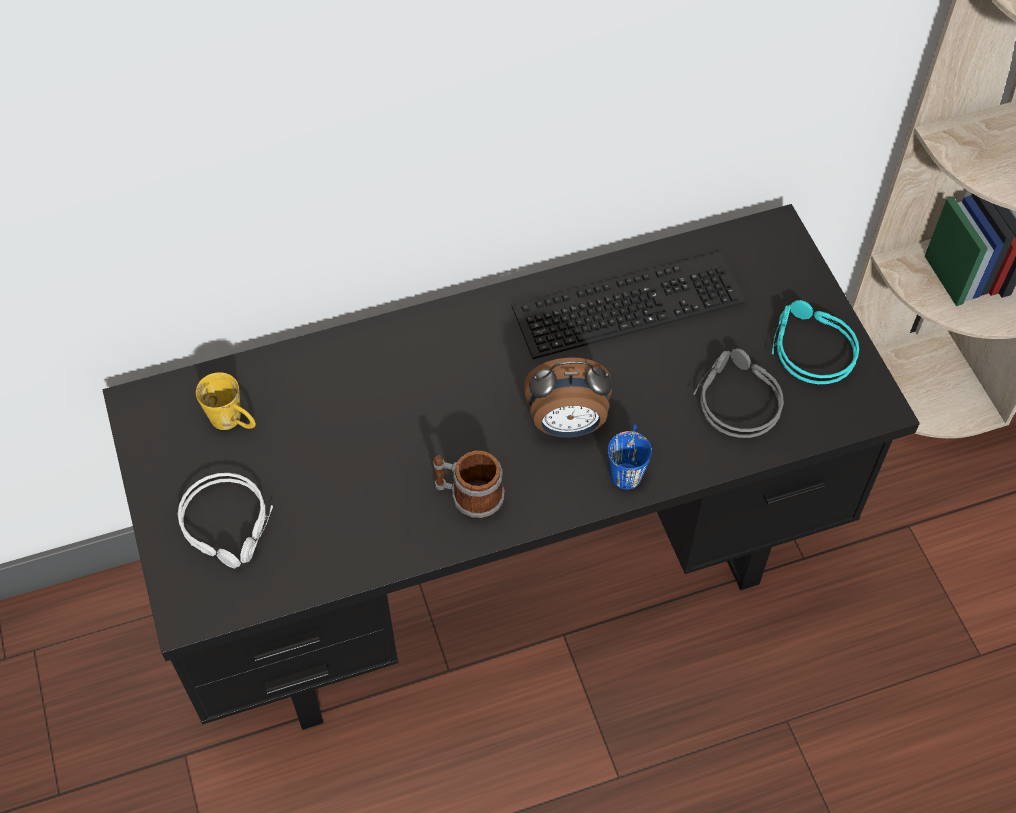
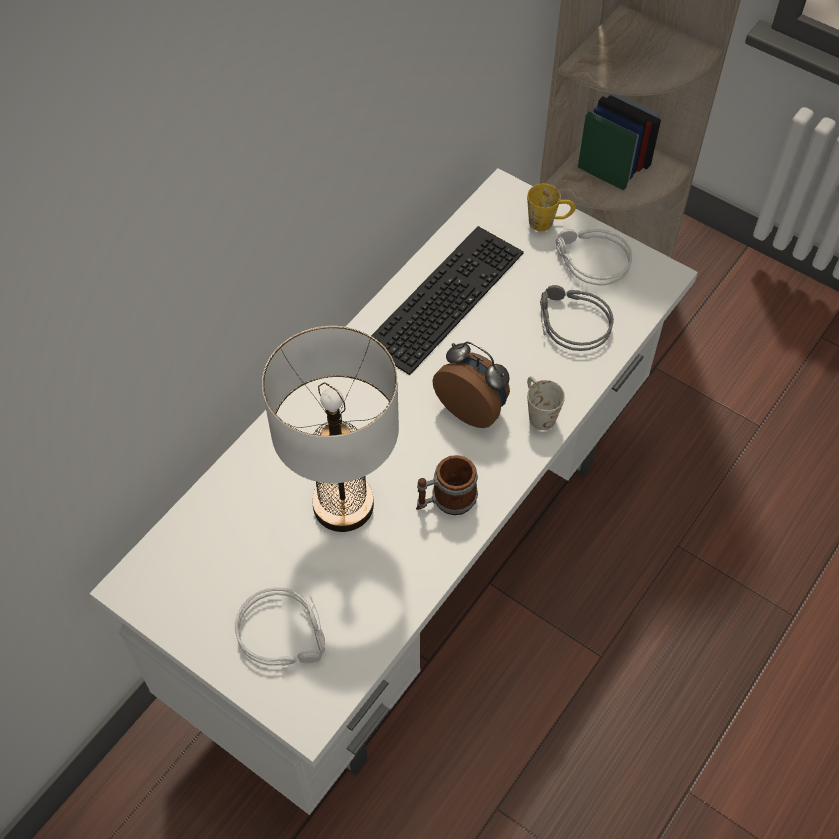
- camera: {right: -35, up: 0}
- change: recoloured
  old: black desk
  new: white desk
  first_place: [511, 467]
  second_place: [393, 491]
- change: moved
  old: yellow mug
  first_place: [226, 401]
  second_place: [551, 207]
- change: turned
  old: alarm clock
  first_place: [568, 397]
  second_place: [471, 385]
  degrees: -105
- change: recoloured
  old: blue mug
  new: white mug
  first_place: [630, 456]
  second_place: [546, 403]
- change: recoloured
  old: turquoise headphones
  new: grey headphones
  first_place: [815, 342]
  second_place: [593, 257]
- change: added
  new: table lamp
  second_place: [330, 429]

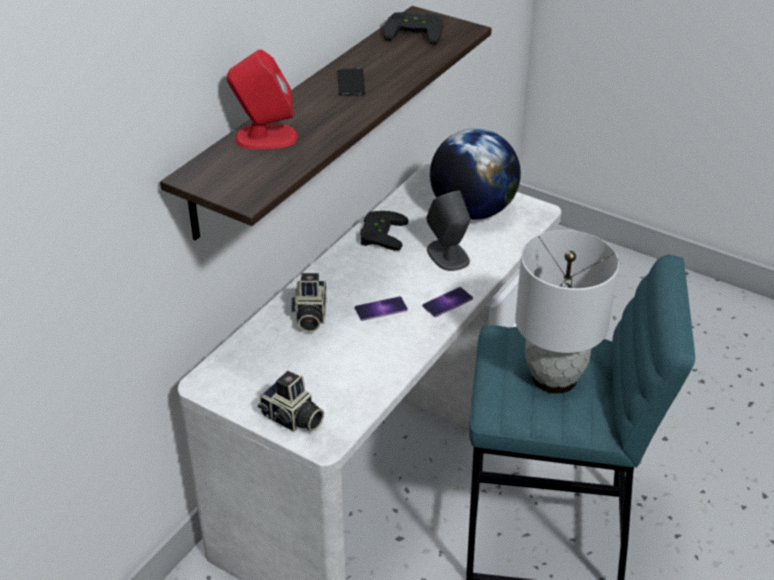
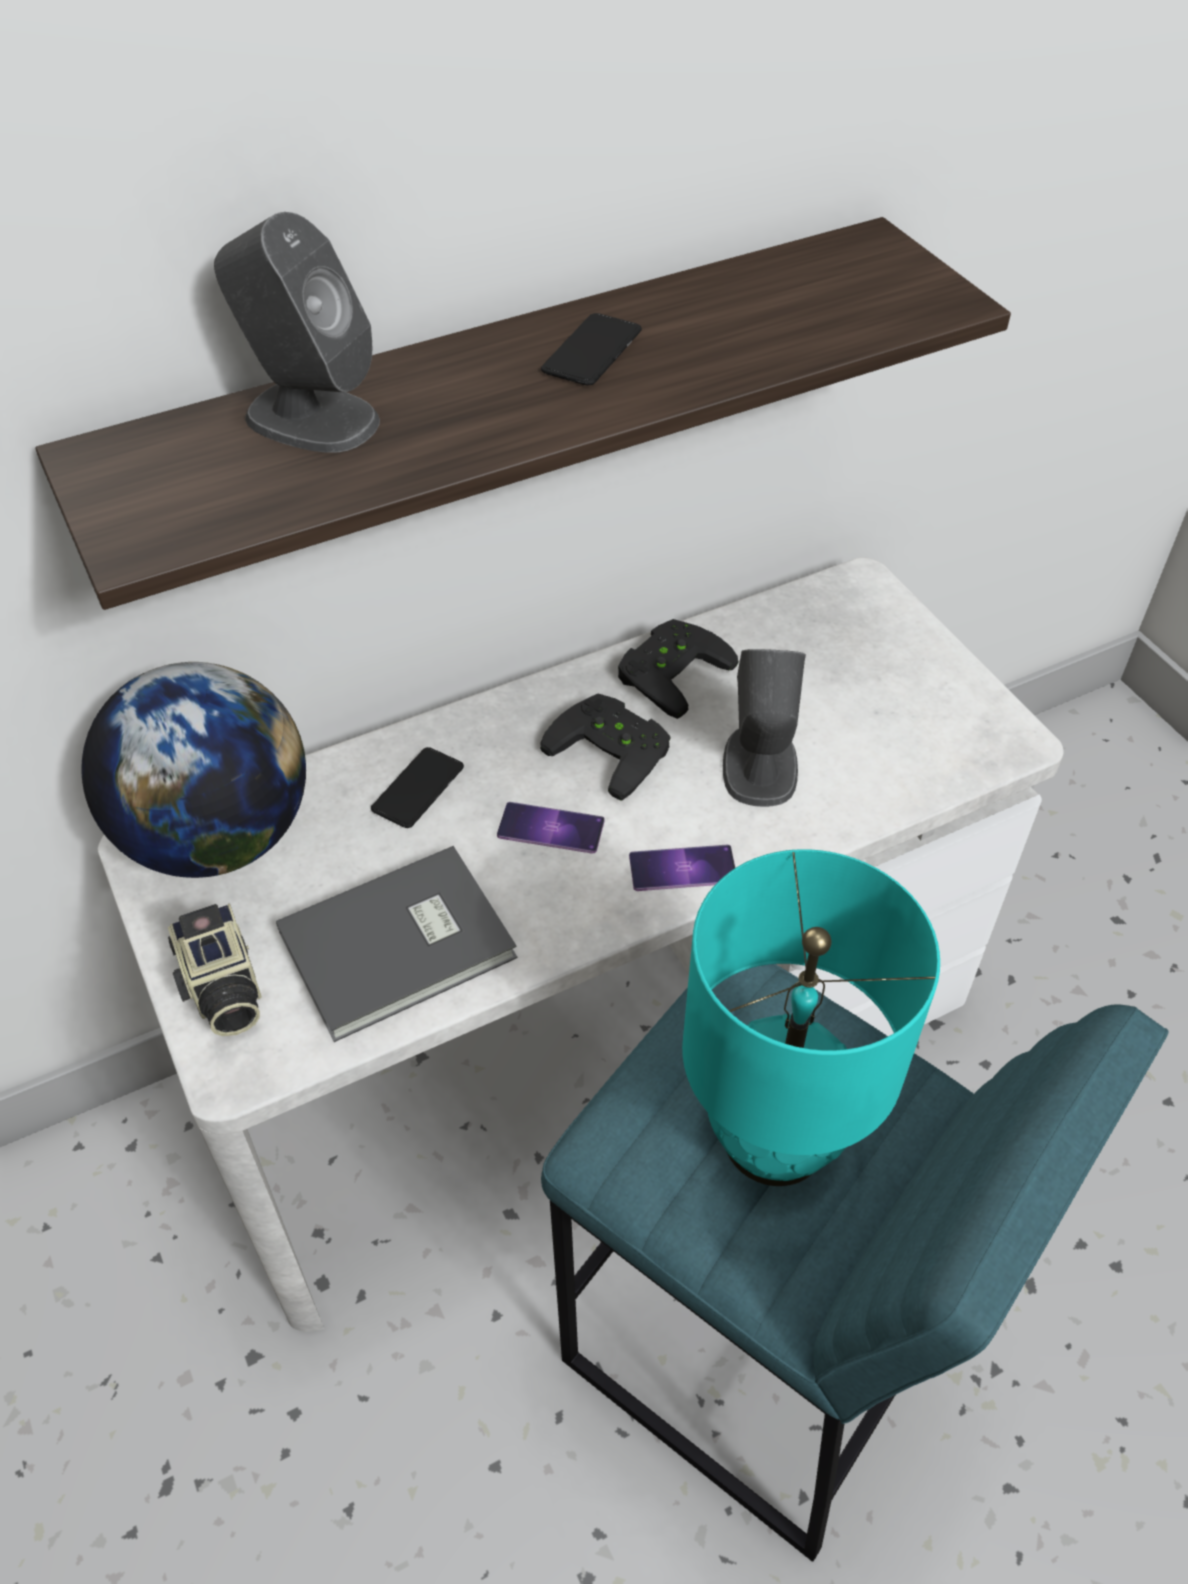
- camera: {right: 30, up: 10}
- change: recoloured
  old: red speaker
  new: grey speaker
  first_place: [262, 99]
  second_place: [297, 332]
- change: replaced
  old: photo camera
  new: phone
  first_place: [309, 302]
  second_place: [417, 787]
- change: moved
  old: black game controller
  first_place: [413, 28]
  second_place: [605, 747]
- change: moved
  old: globe
  first_place: [475, 173]
  second_place: [193, 770]
- change: recoloured
  old: white table lamp
  new: turquoise table lamp
  first_place: [567, 311]
  second_place: [811, 1017]
- change: added
  new: grey book
  second_place: [396, 944]

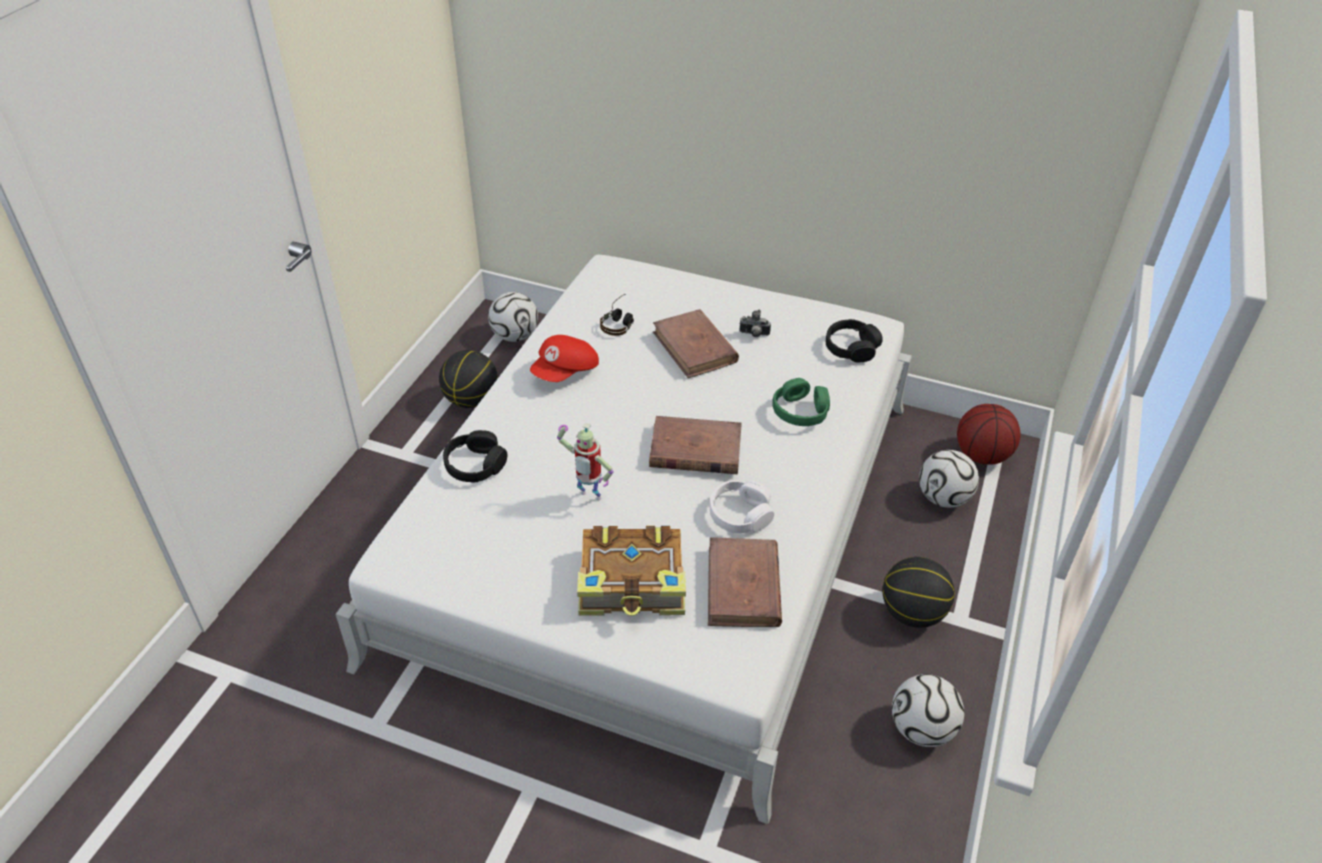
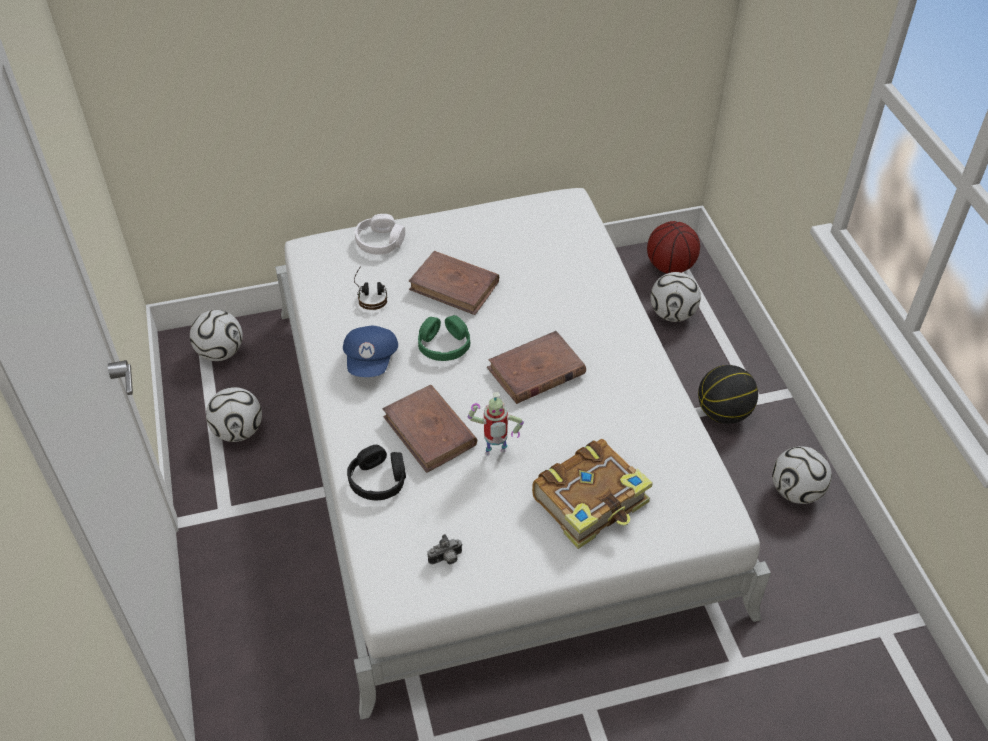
- camera: {right: -35, up: 5}
- change: replaced
  old: basketball
  new: football
  first_place: [468, 379]
  second_place: [234, 414]
- change: recoloured
  old: red cap
  new: blue cap
  first_place: [564, 358]
  second_place: [370, 351]
- change: moved
  old: brown book
  first_place: [745, 582]
  second_place: [429, 429]
- change: moved
  old: white headphones
  first_place: [742, 507]
  second_place: [380, 234]
- change: moved
  old: photo camera
  first_place: [755, 323]
  second_place: [445, 549]
- change: moved
  old: green headphones
  first_place: [801, 402]
  second_place: [444, 338]
- change: removed
  old: black headphones
  first_place: [854, 340]

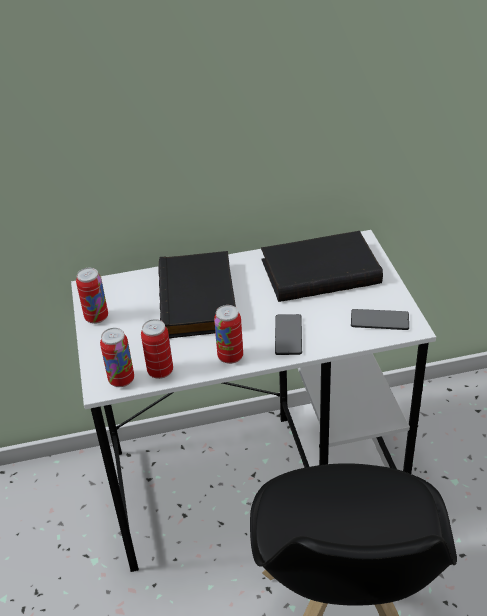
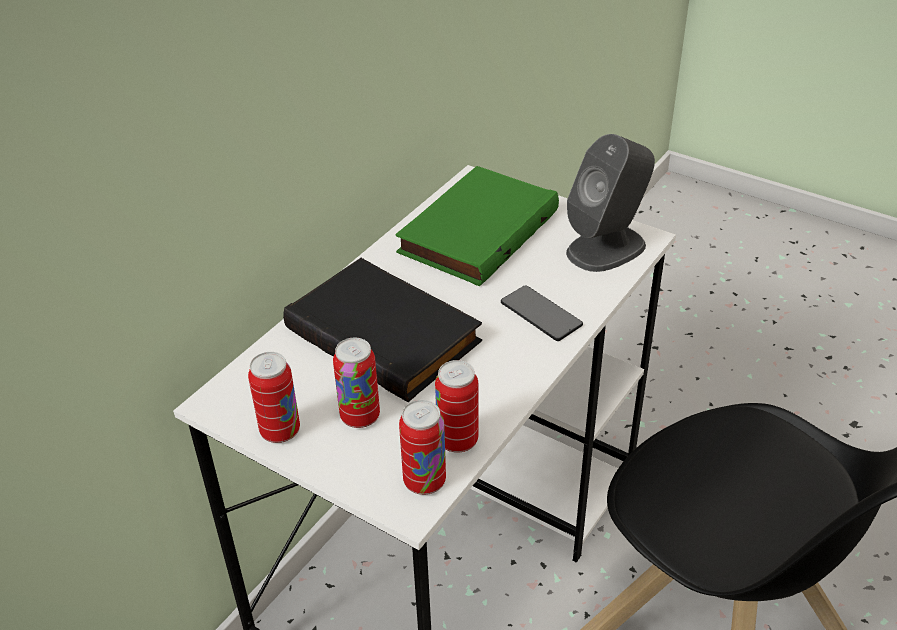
- camera: {right: -45, up: 0}
- change: moved
  old: can
  first_place: [228, 334]
  second_place: [356, 383]
- change: recoloured
  old: black book
  new: green book
  first_place: [322, 266]
  second_place: [477, 226]
- change: replaced
  old: phone
  new: grey speaker
  first_place: [380, 319]
  second_place: [610, 203]

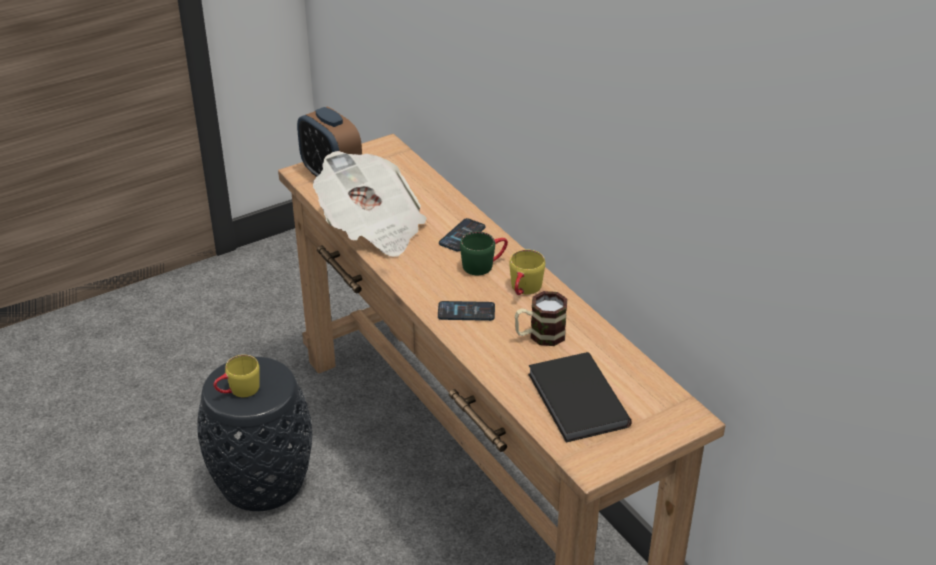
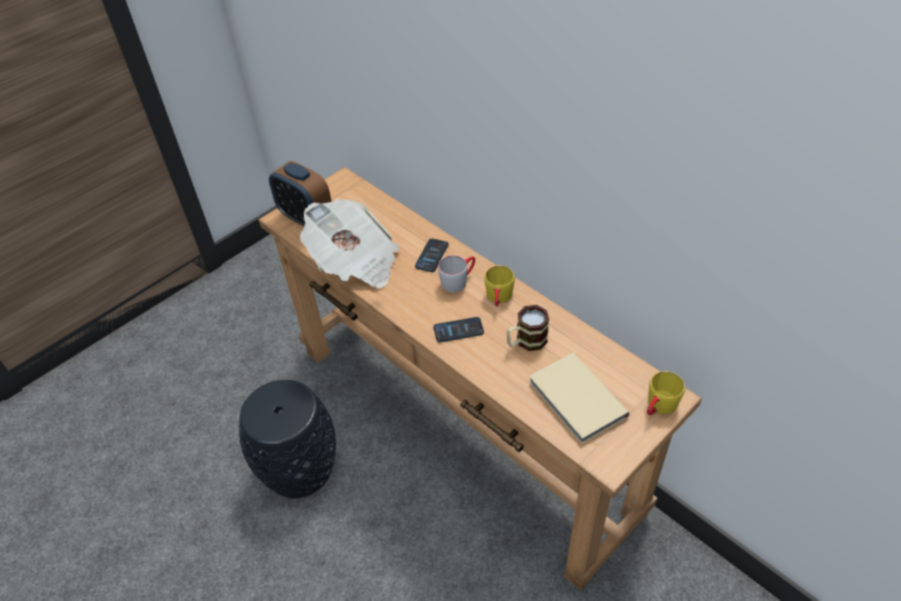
- camera: {right: -10, up: 10}
- change: moved
  old: yellow mug
  first_place: [236, 376]
  second_place: [666, 393]
- change: recoloured
  old: green mug
  new: grey mug
  first_place: [484, 253]
  second_place: [456, 274]
- change: recoloured
  old: black book
  new: beige book
  first_place: [580, 397]
  second_place: [579, 398]

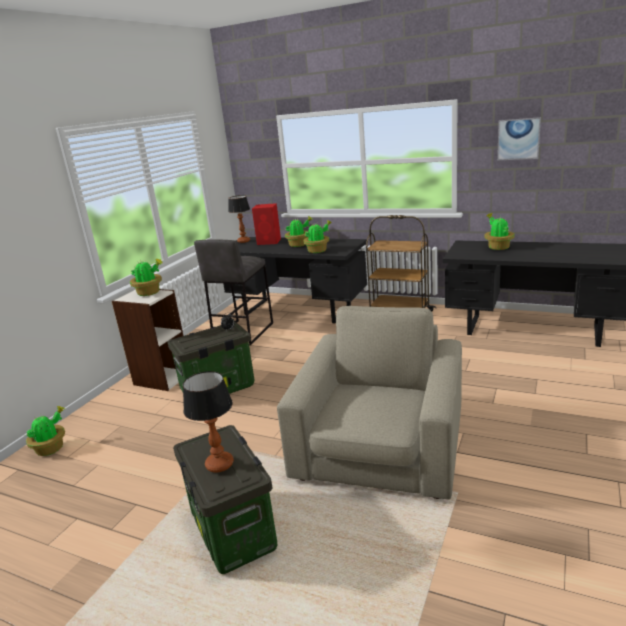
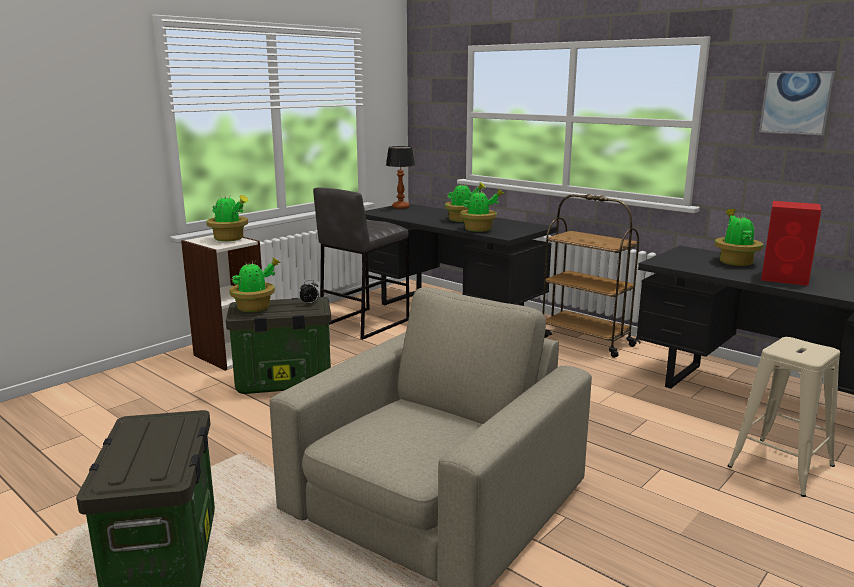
- camera: {right: 15, up: -5}
- change: moved
  old: potted plant
  first_place: [46, 431]
  second_place: [255, 284]
- change: removed
  old: table lamp
  first_place: [208, 422]
- change: moved
  old: red speaker
  first_place: [266, 224]
  second_place: [791, 243]
- change: added
  new: beige stool
  second_place: [784, 417]

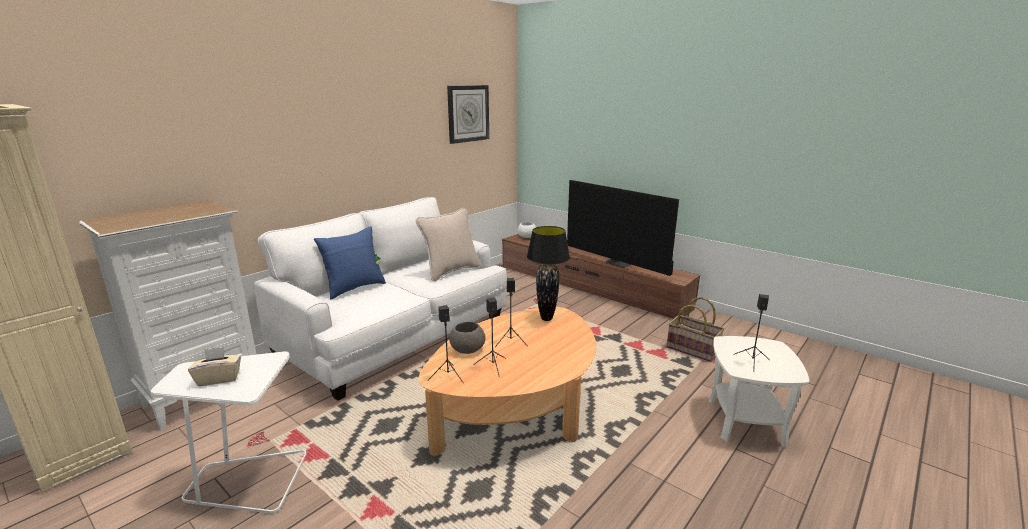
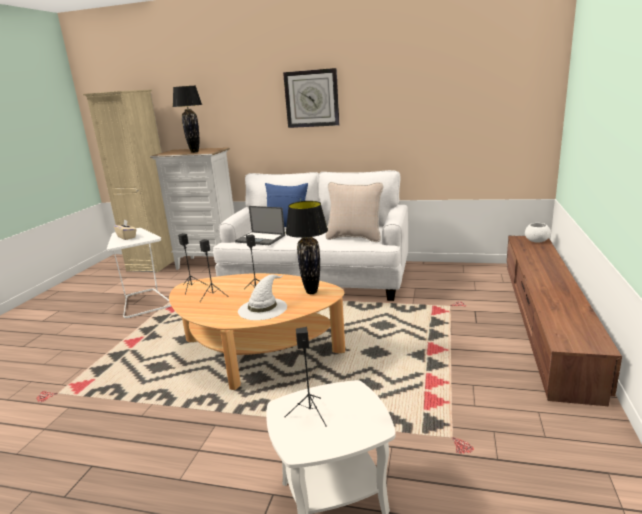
- camera: {right: 65, up: 0}
- change: moved
  old: wall clock
  first_place: [468, 114]
  second_place: [311, 98]
- change: removed
  old: grey bowl
  first_place: [467, 338]
- change: removed
  old: television
  first_place: [623, 228]
- change: removed
  old: basket
  first_place: [696, 329]
- change: added
  new: black table lamp
  second_place: [187, 119]
- change: added
  new: laptop
  second_place: [260, 226]
- change: added
  new: white hat
  second_place: [262, 297]

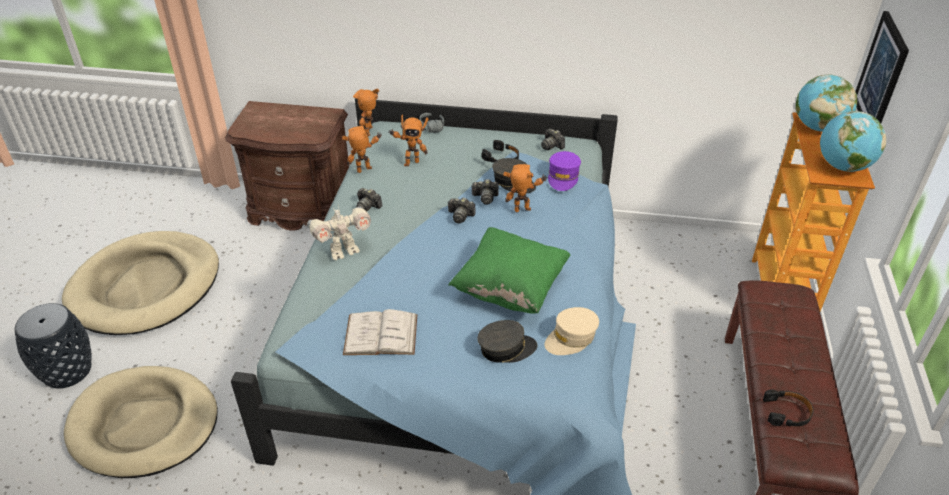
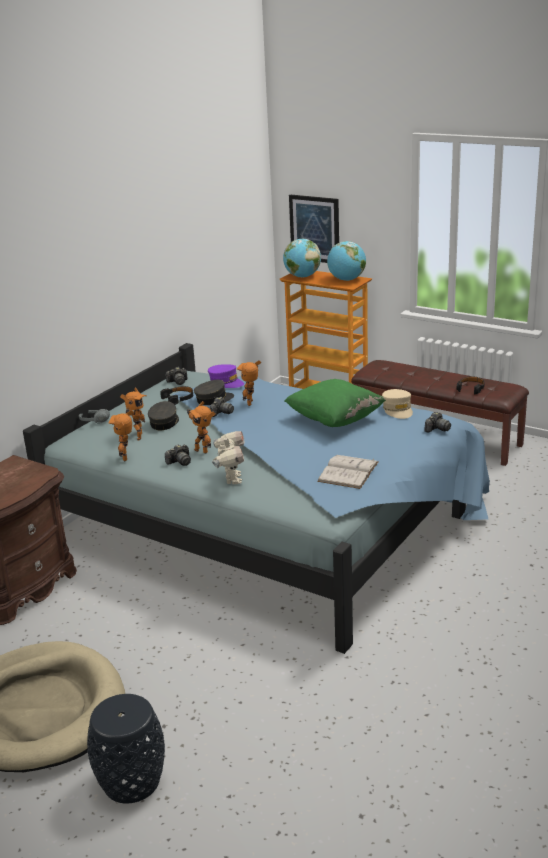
- camera: {right: -65, up: -15}
- change: removed
  old: beige dog bed
  first_place: [141, 422]
- change: moved
  old: toy robot
  first_place: [366, 111]
  second_place: [201, 427]
- change: moved
  old: photo camera
  first_place: [461, 211]
  second_place: [437, 422]
- change: moved
  old: grey cap
  first_place: [507, 341]
  second_place: [163, 415]

